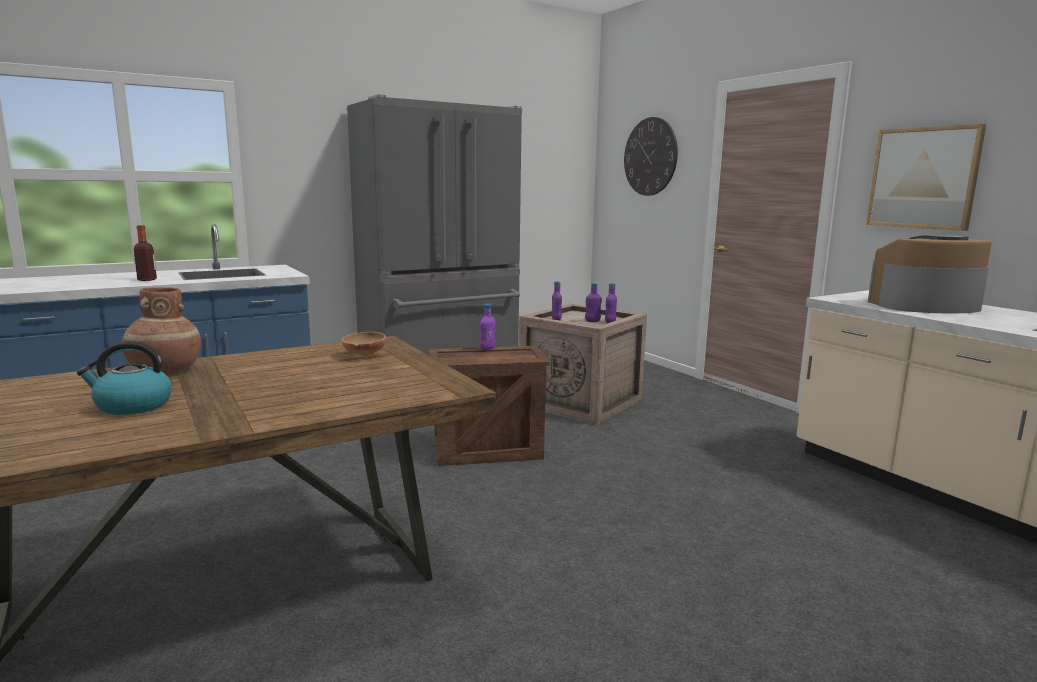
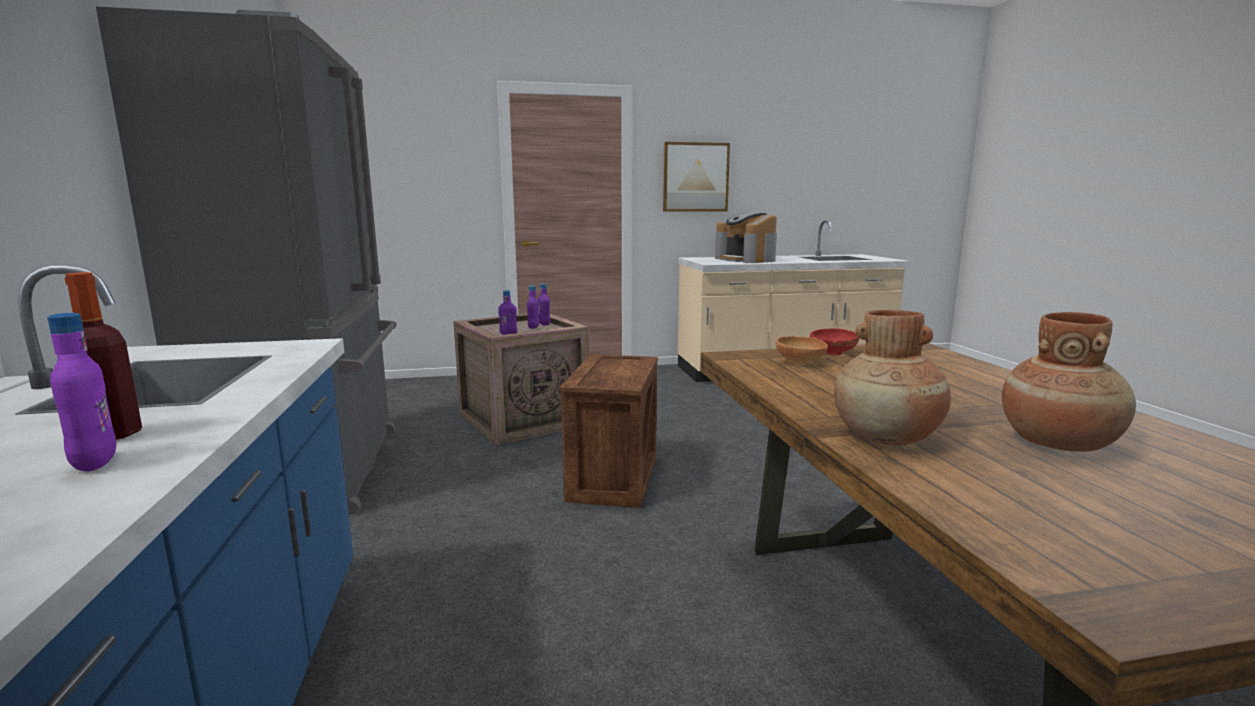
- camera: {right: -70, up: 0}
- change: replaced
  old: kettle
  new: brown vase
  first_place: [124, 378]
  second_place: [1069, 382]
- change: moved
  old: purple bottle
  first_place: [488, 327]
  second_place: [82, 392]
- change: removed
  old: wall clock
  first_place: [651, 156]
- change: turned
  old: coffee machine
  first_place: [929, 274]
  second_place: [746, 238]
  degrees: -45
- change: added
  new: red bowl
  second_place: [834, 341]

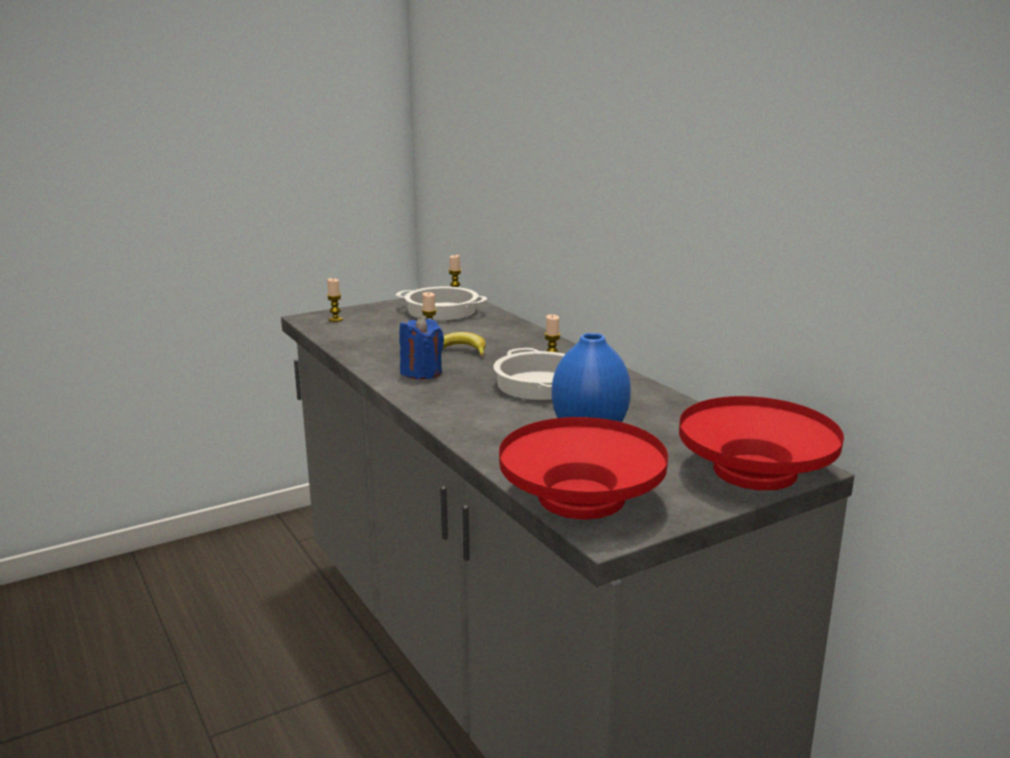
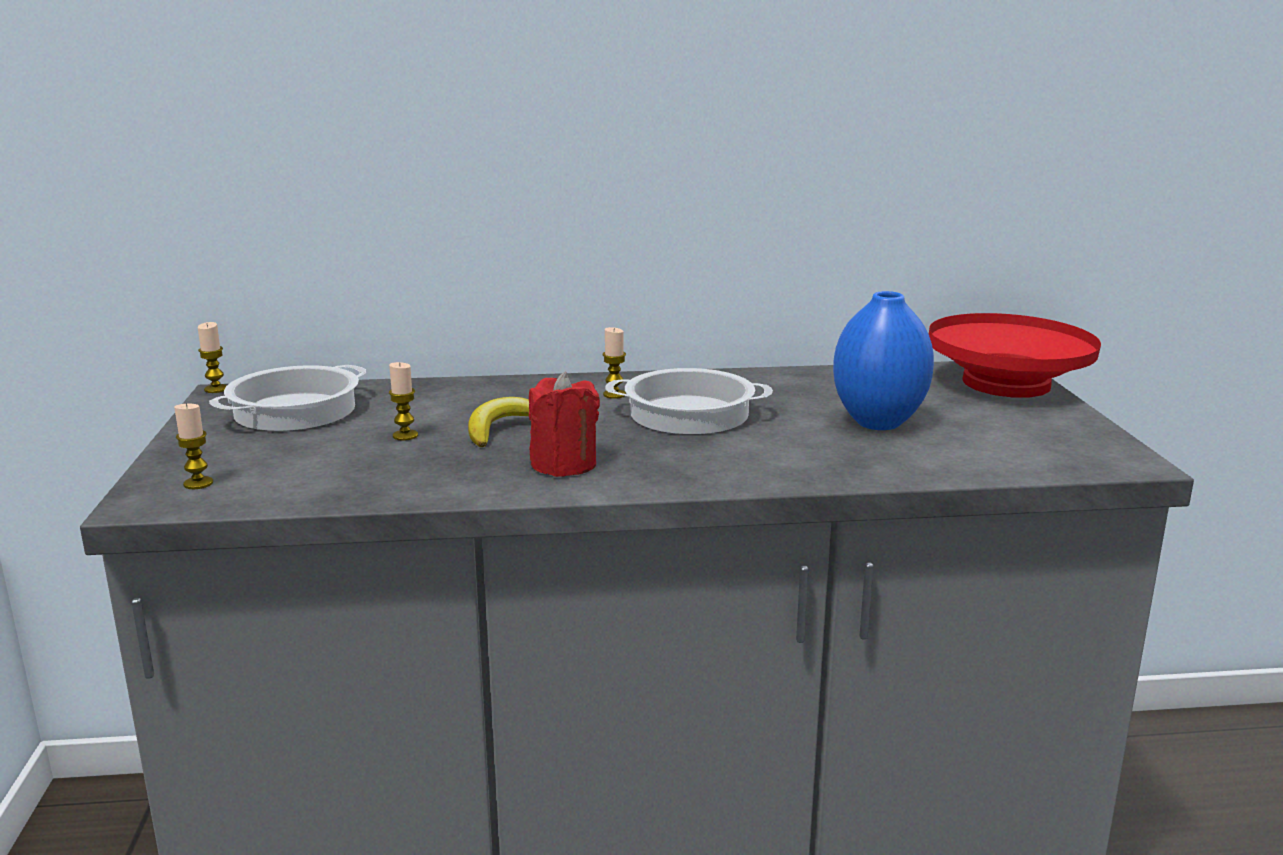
- camera: {right: -65, up: 0}
- change: recoloured
  old: blue candle
  new: red candle
  first_place: [421, 347]
  second_place: [564, 424]
- change: removed
  old: red bowl
  first_place: [583, 468]

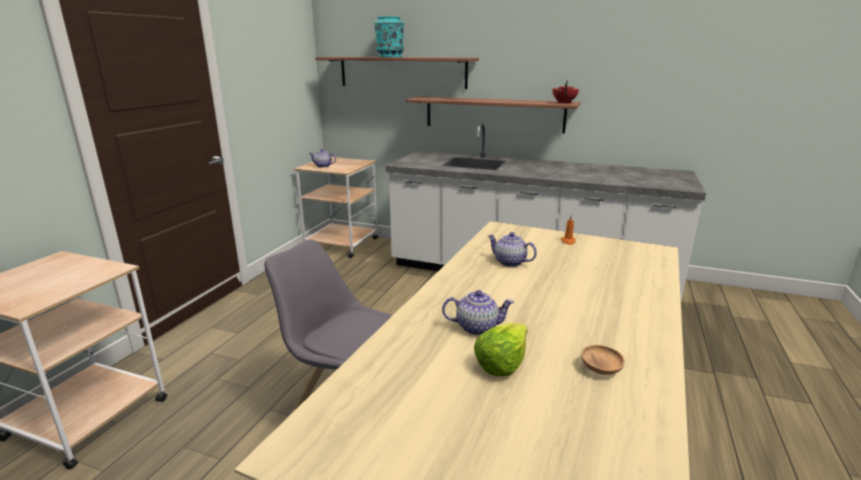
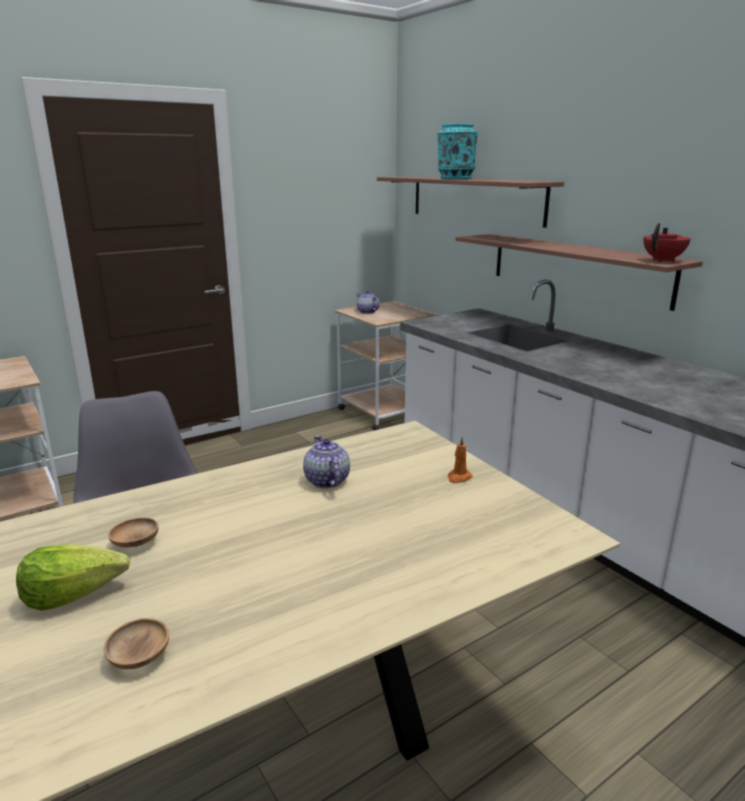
- camera: {right: 35, up: 0}
- change: replaced
  old: teapot
  new: brown bowl
  first_place: [478, 312]
  second_place: [133, 532]

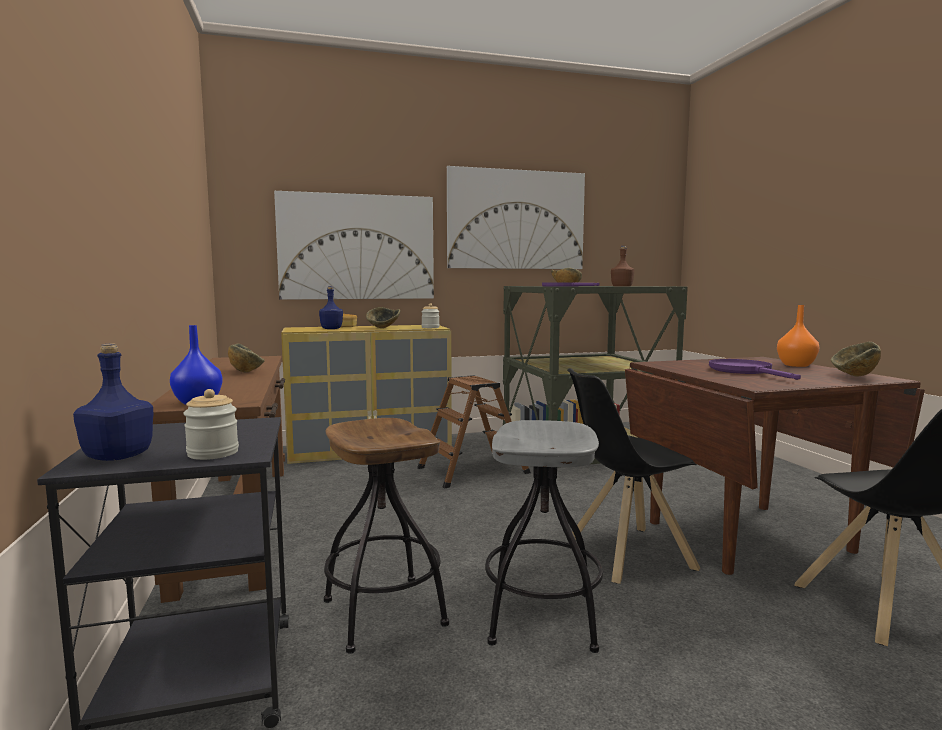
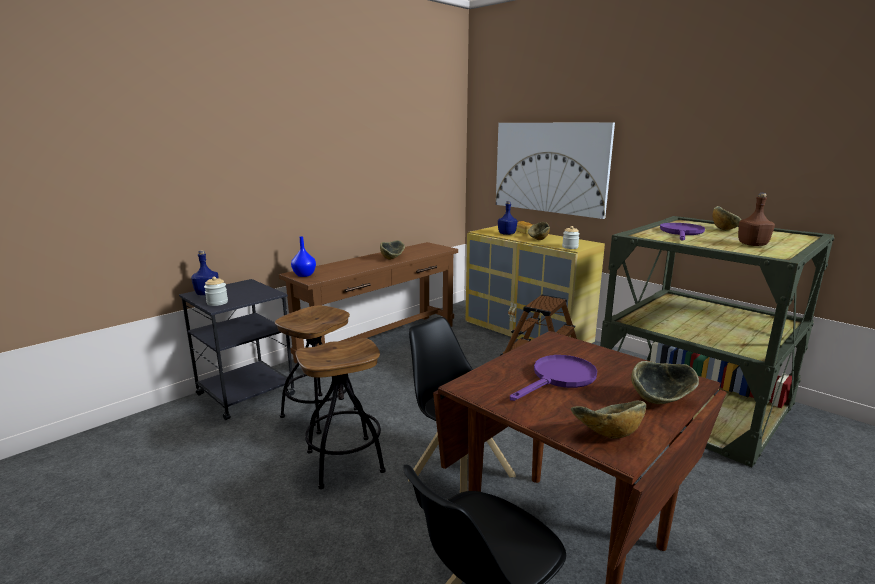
- camera: {right: 60, up: 10}
- change: removed
  old: picture
  first_place: [516, 217]
- change: recoloured
  old: grey stool
  new: brown stool
  first_place: [544, 536]
  second_place: [340, 413]
- change: replaced
  old: orange vase
  new: bowl
  first_place: [798, 336]
  second_place: [665, 382]

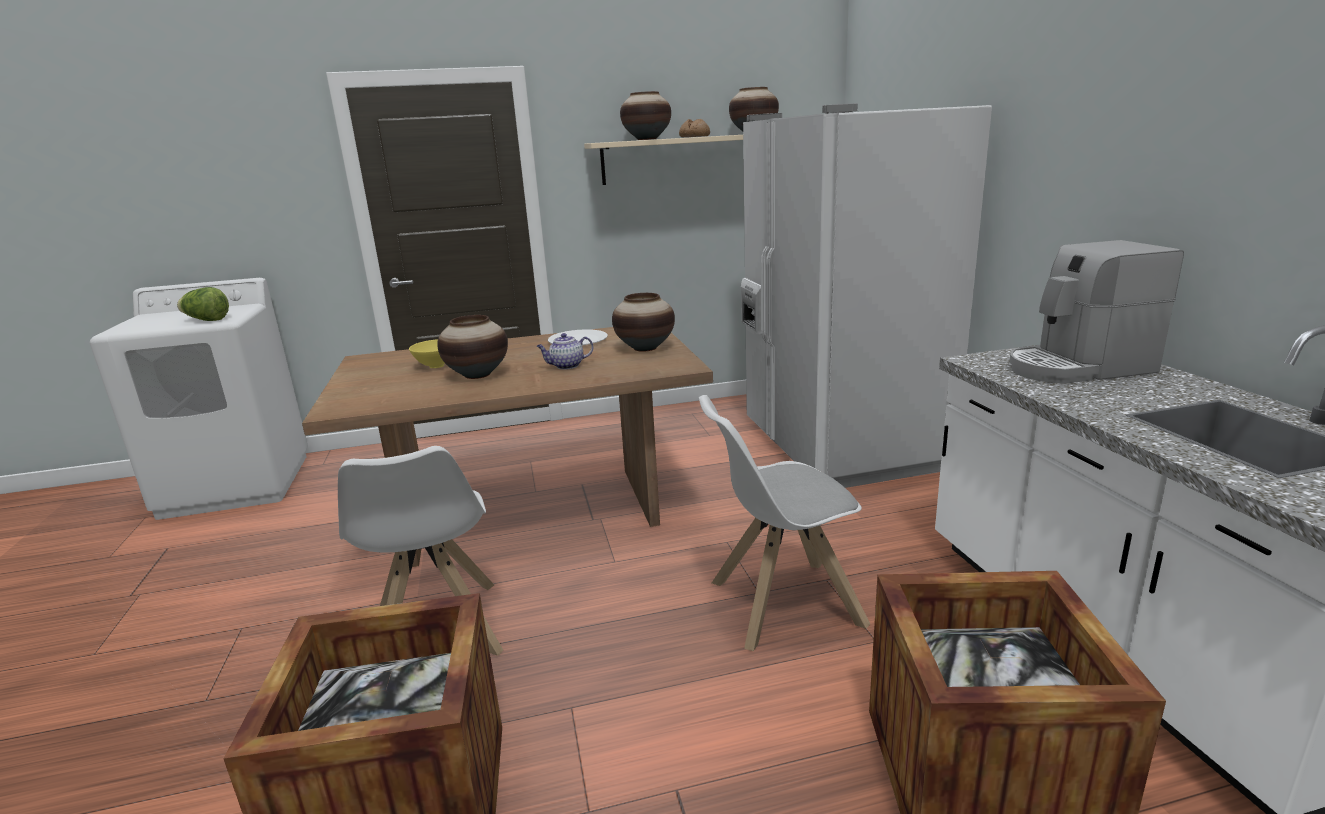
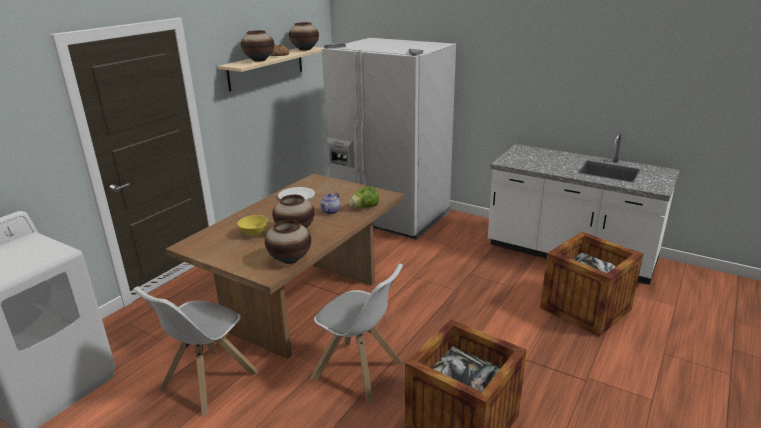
- camera: {right: -45, up: 5}
- change: moved
  old: lettuce
  first_place: [203, 304]
  second_place: [364, 197]
- change: moved
  old: vase
  first_place: [643, 322]
  second_place: [288, 242]
- change: moved
  old: chair
  first_place: [784, 523]
  second_place: [196, 351]
- change: removed
  old: coffee machine
  first_place: [1097, 312]

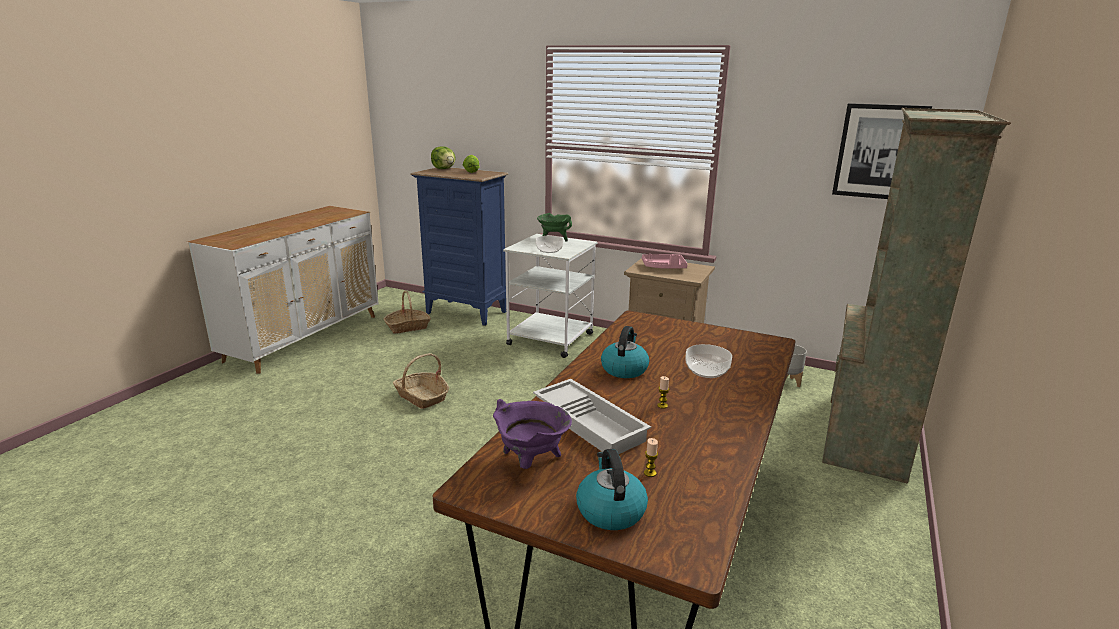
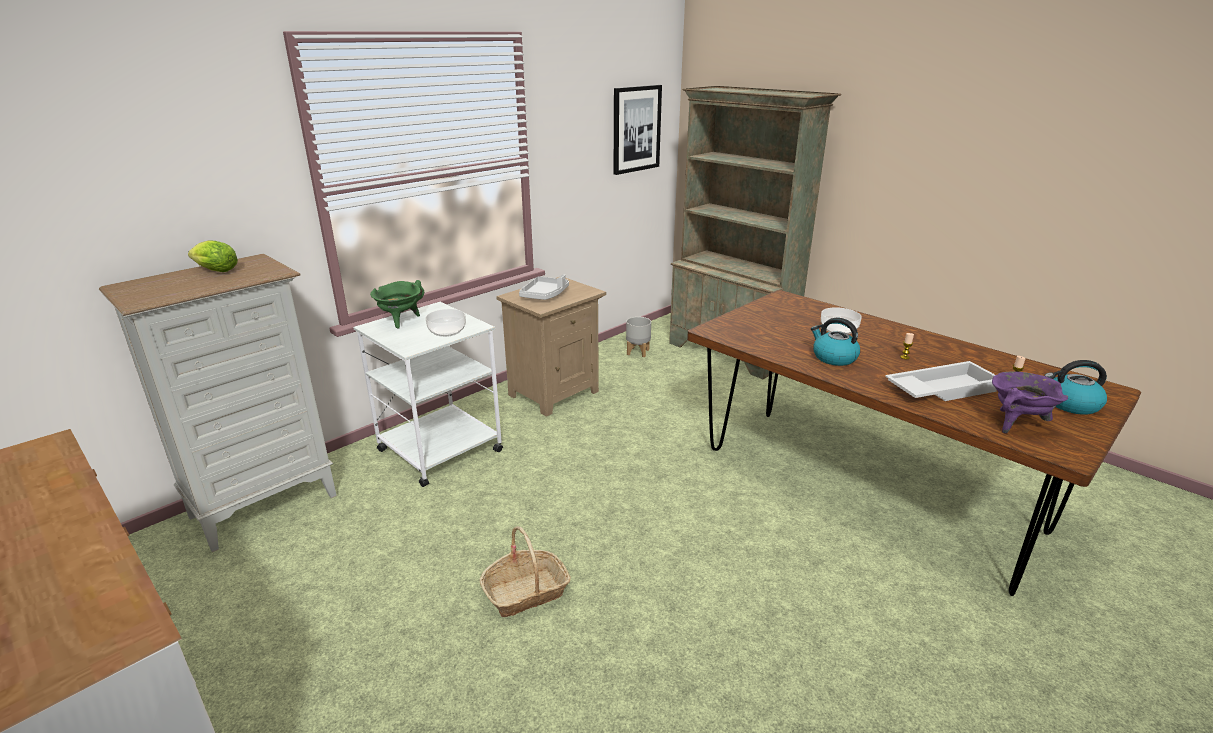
- camera: {right: -70, up: 5}
- change: removed
  old: basket
  first_place: [407, 312]
- change: recoloured
  old: blue dresser
  new: white dresser
  first_place: [459, 246]
  second_place: [218, 403]
- change: removed
  old: lettuce
  first_place: [443, 157]
- change: recoloured
  old: pink tray
  new: grey tray
  first_place: [665, 261]
  second_place: [544, 287]

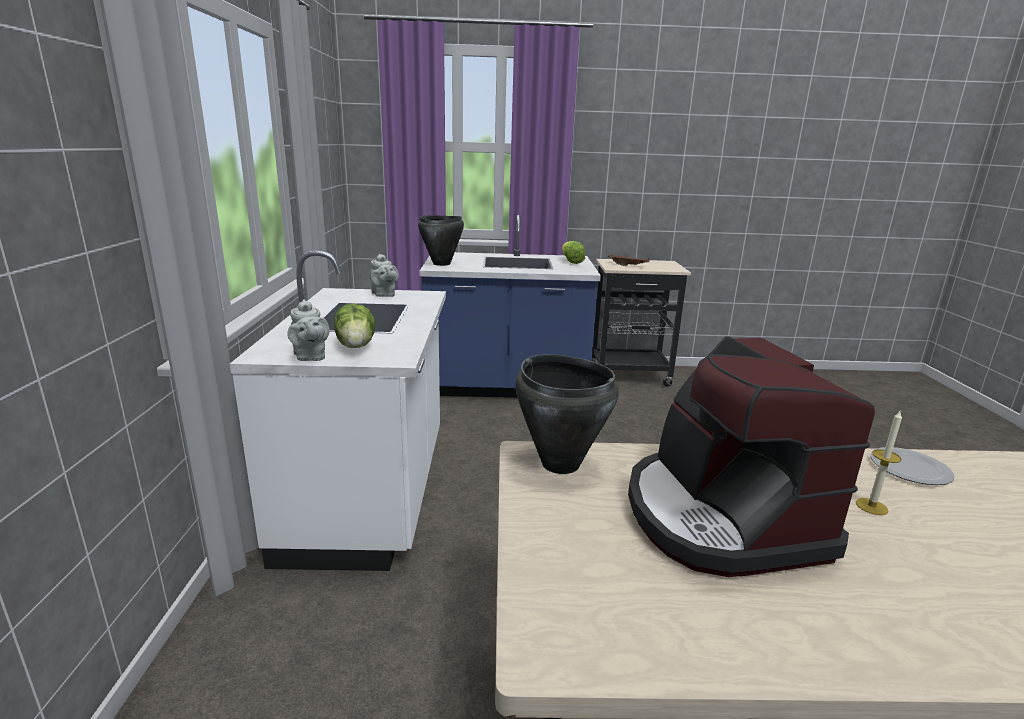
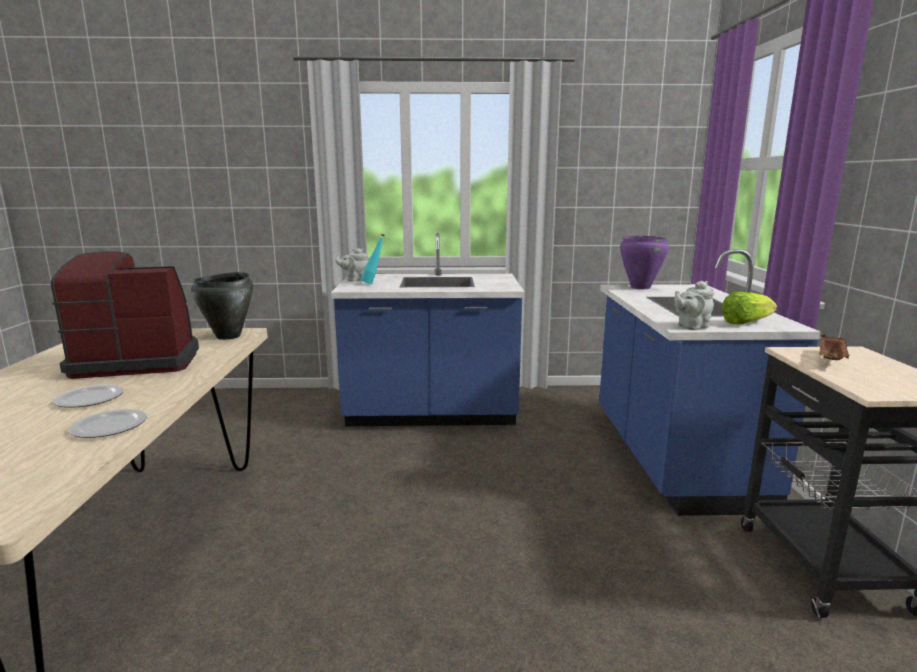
- camera: {right: 90, up: -5}
- change: recoloured
  old: white counter
  new: blue counter
  first_place: [338, 411]
  second_place: [428, 329]
- change: replaced
  old: lettuce
  new: turquoise bottle
  first_place: [354, 325]
  second_place: [373, 259]
- change: moved
  old: grey teapot
  first_place: [384, 275]
  second_place: [694, 305]
- change: recoloured
  old: black cooking pot
  new: purple cooking pot
  first_place: [441, 240]
  second_place: [644, 262]
- change: replaced
  old: candle
  new: plate
  first_place: [879, 463]
  second_place: [88, 396]

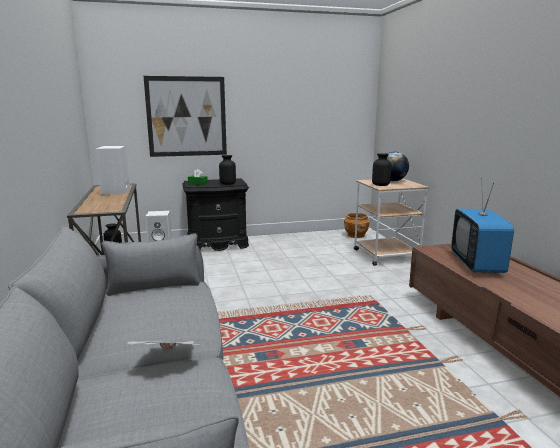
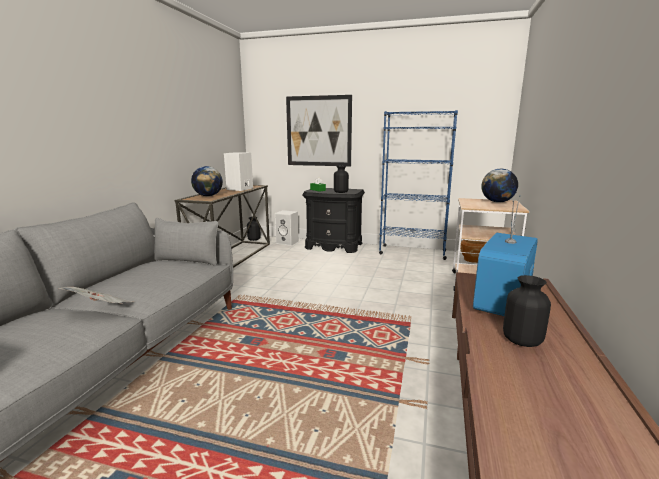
- camera: {right: 30, up: 0}
- change: moved
  old: black vase
  first_place: [381, 169]
  second_place: [527, 311]
- change: added
  new: globe
  second_place: [207, 181]
- change: added
  new: blue bookcase
  second_place: [418, 185]

